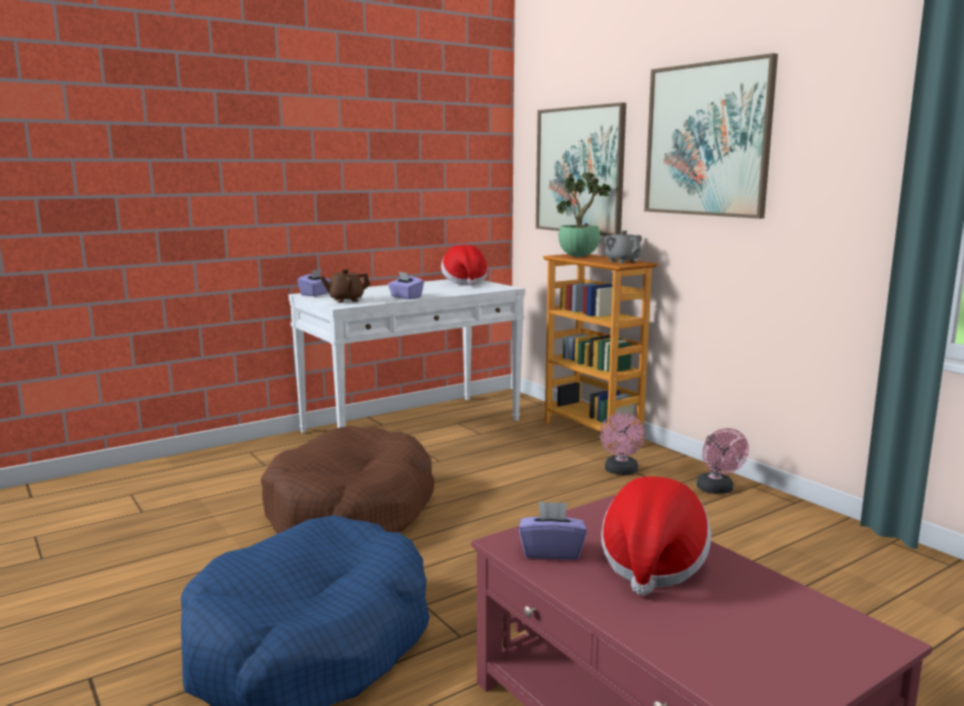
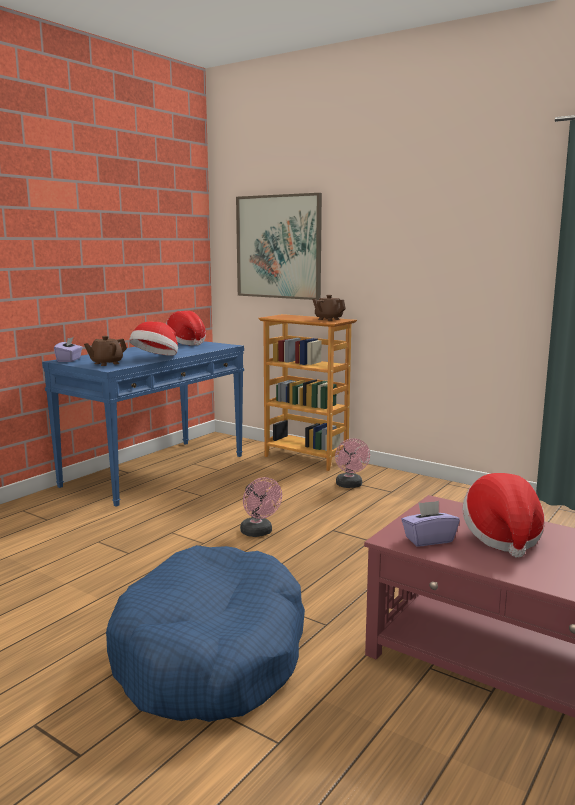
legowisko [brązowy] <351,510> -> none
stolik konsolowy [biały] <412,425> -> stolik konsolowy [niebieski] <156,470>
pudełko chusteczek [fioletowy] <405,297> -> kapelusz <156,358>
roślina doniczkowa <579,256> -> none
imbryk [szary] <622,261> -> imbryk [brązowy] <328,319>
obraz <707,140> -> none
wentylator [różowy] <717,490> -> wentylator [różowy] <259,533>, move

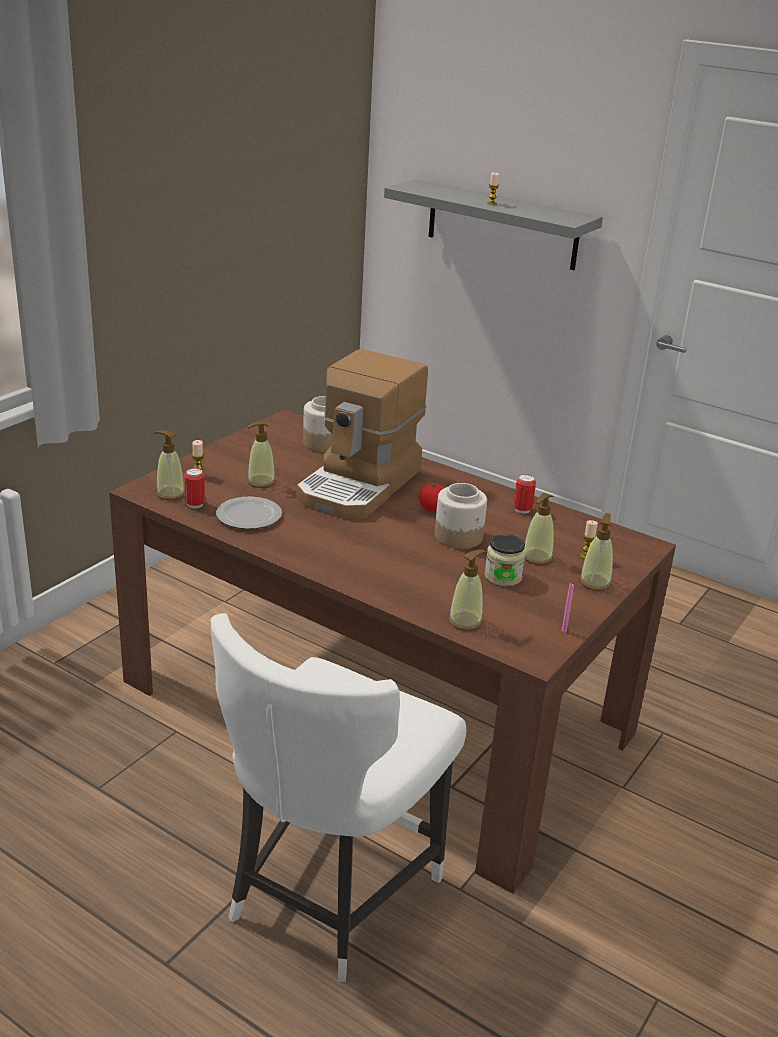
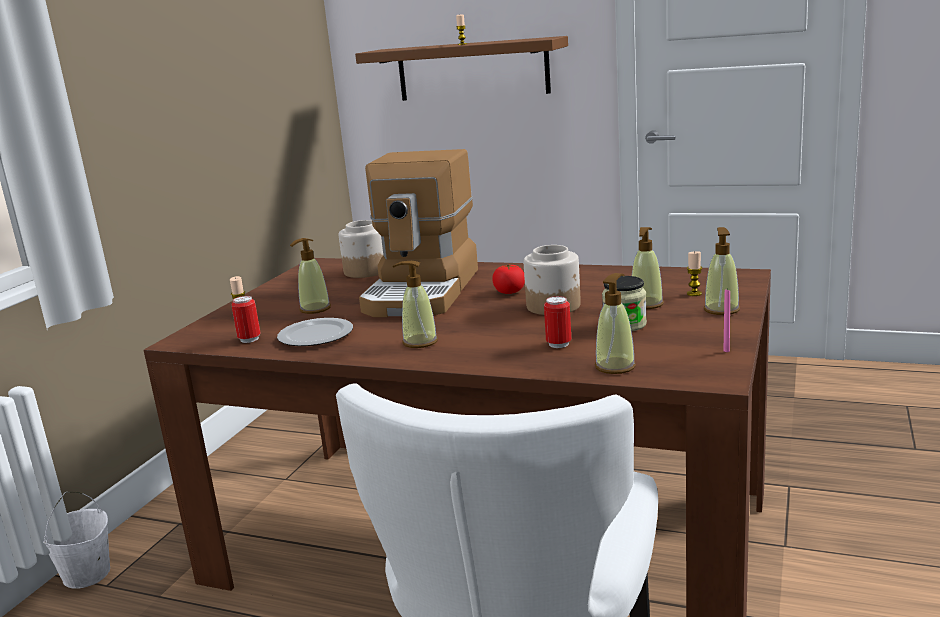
dozownik mydła <170,494> -> dozownik mydła <419,342>, move
półka [szary] <502,225> -> półka [brązowy] <472,70>
puszka <522,510> -> puszka <558,344>, move
none -> wiadro [biały] <87,575>

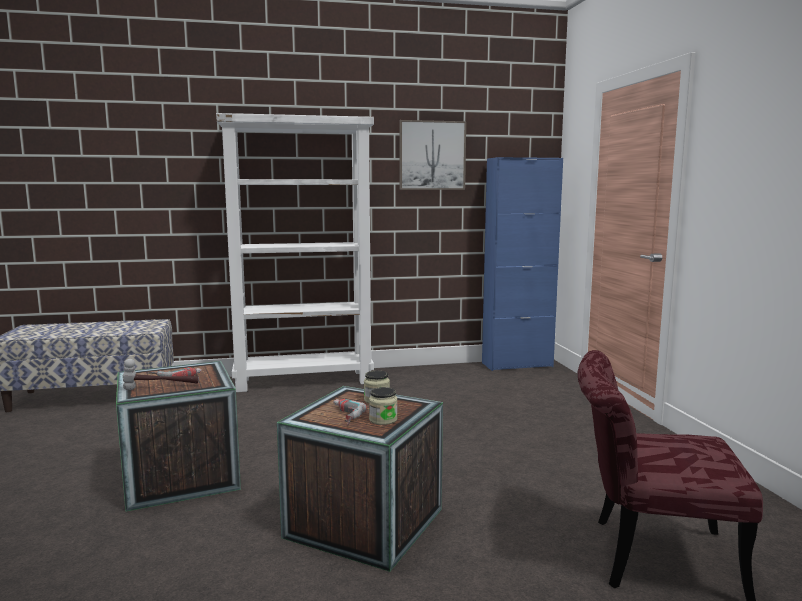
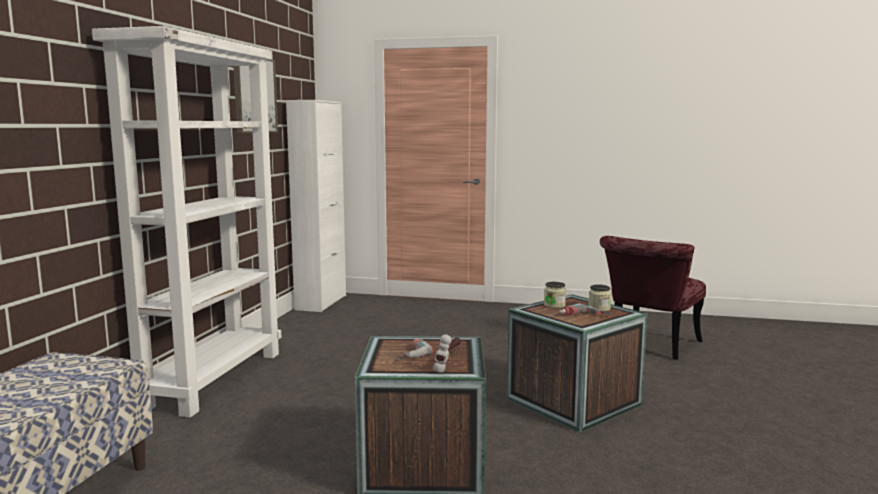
szafka [niebieski] <517,364> -> szafka [biały] <321,302>

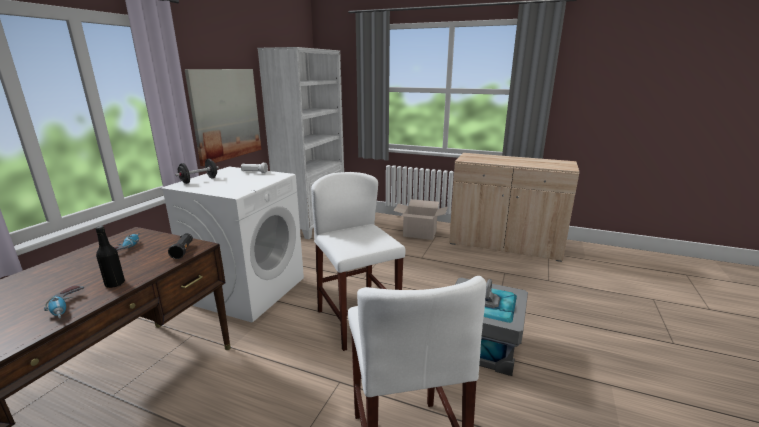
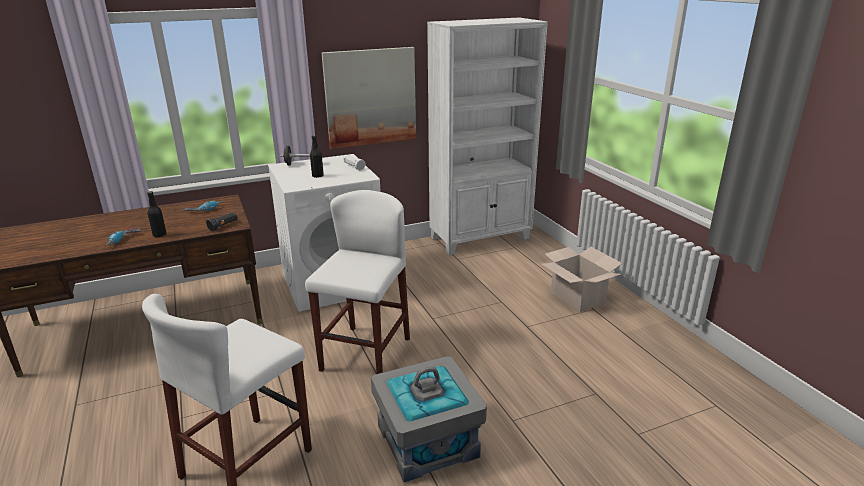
szafka [beżowy] <505,245> -> none
none -> butelka [czarny] <317,176>

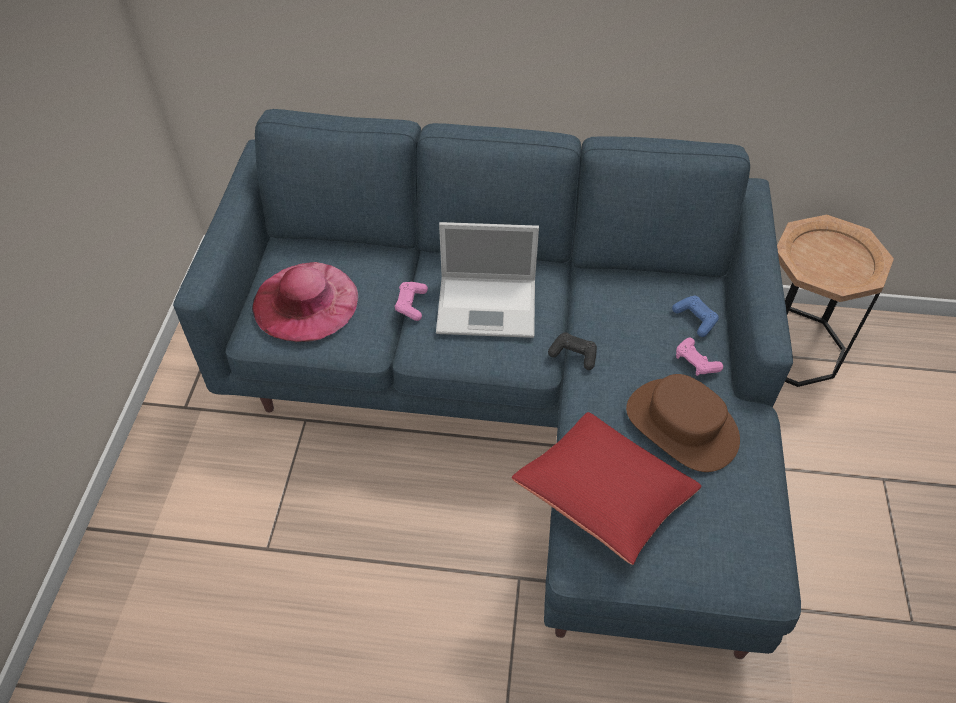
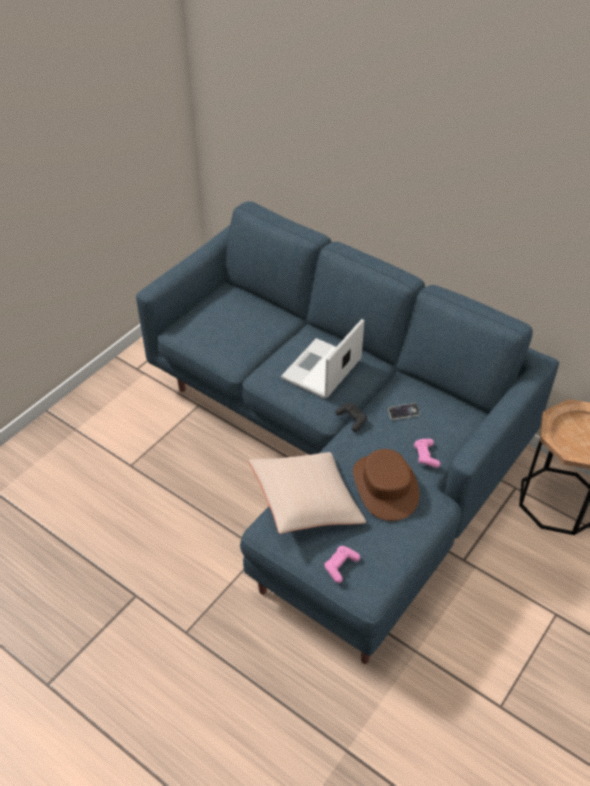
kapelusz [różowy] <305,301> -> none
pad do gier [różowy] <411,304> -> pad do gier [różowy] <340,566>, move
laptop <489,306> -> laptop <321,370>, 90 degrees clockwise
poduszka [czerwony] <604,496> -> poduszka [beżowy] <306,502>
pad do gier [niebieski] <695,319> -> none
none -> telefon <403,412>

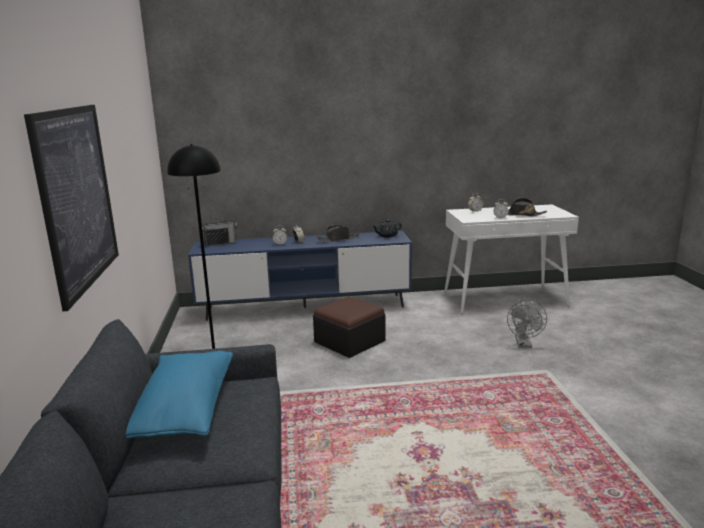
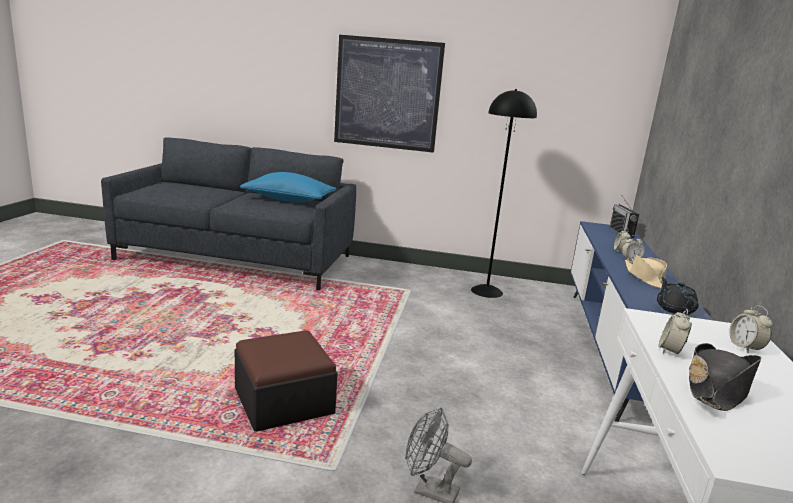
pufa <349,341> -> pufa <283,401>, move
kapelusz [czarny] <338,239> -> kapelusz [beżowy] <646,278>

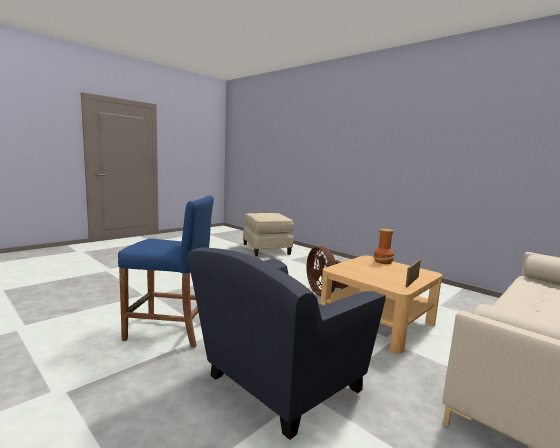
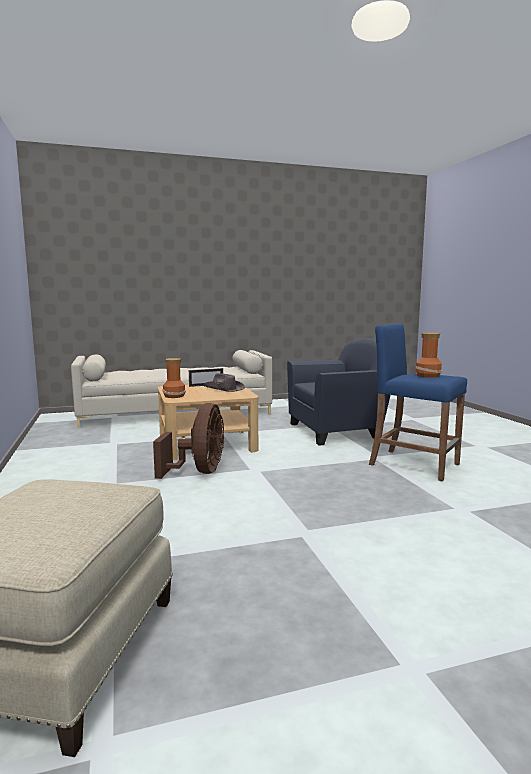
none -> kapelusz [brązowy] <223,389>
none -> wazon <427,375>

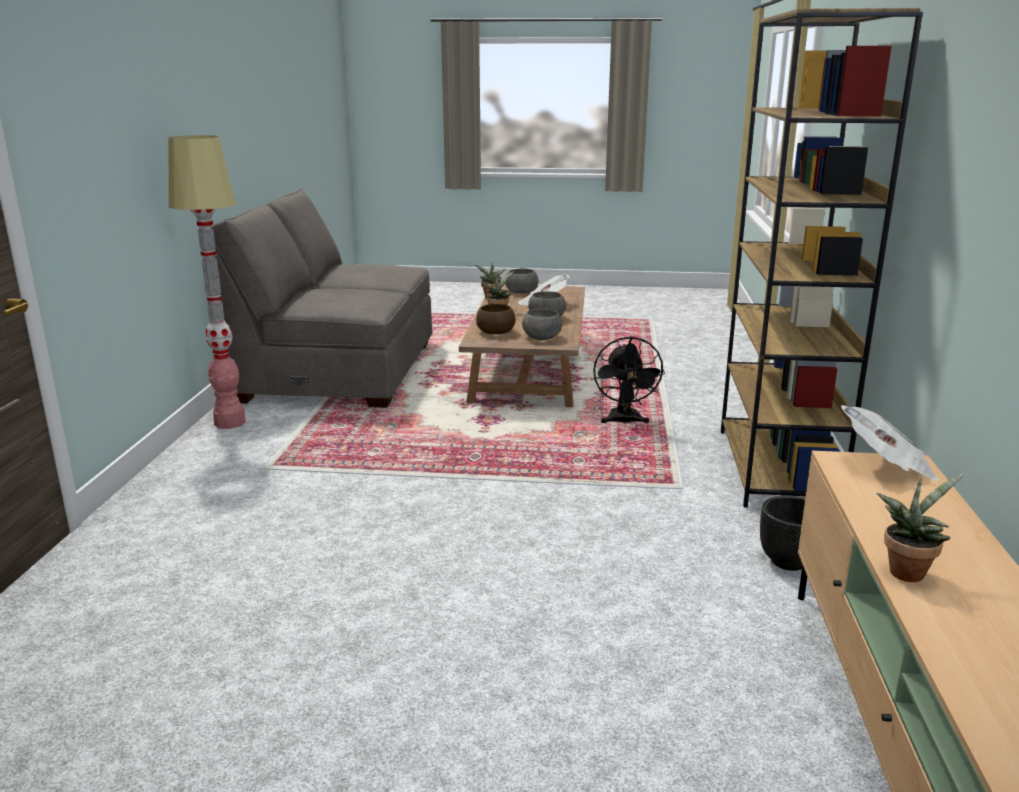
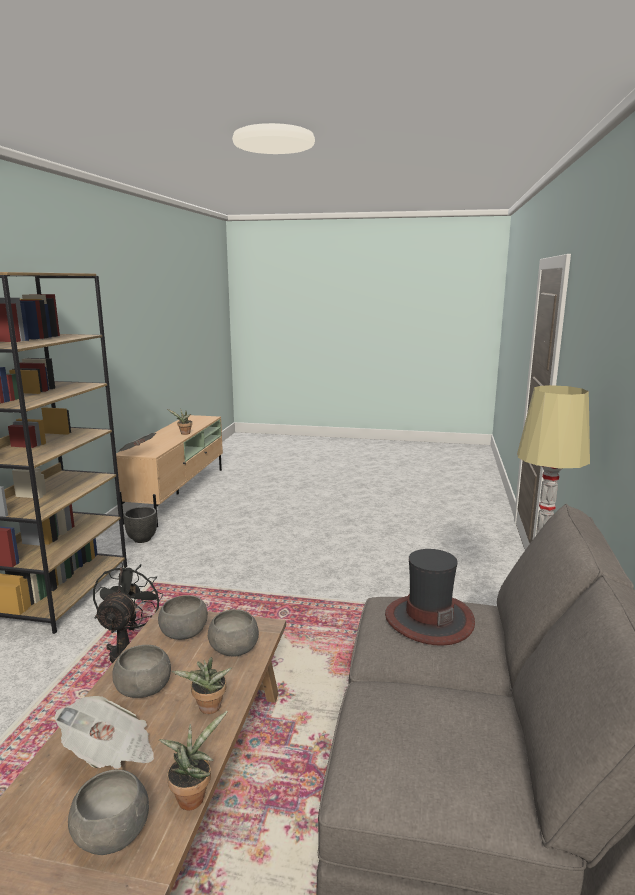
miska [brązowy] <495,332> -> miska [szary] <234,648>
none -> kapelusz <428,619>

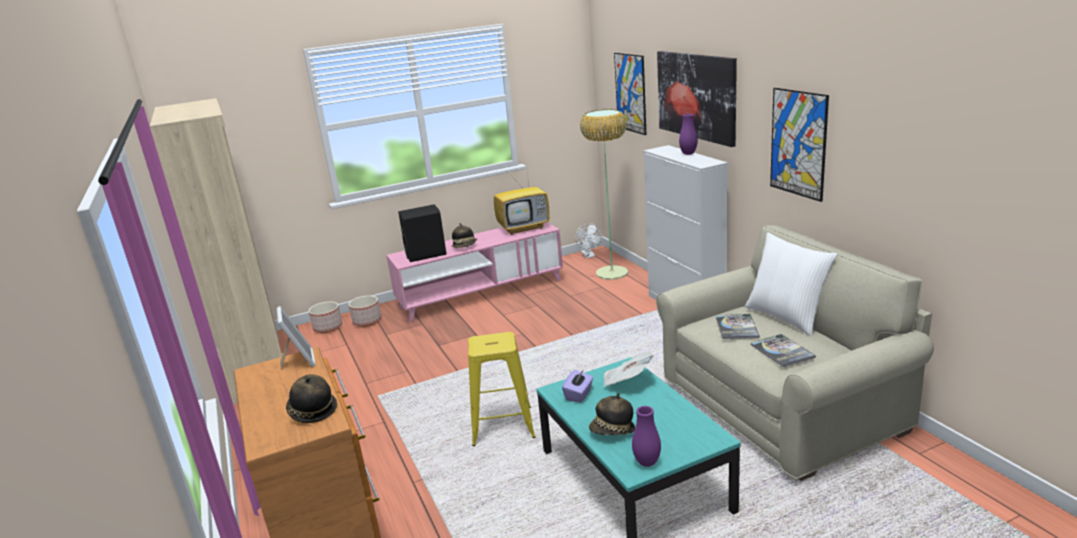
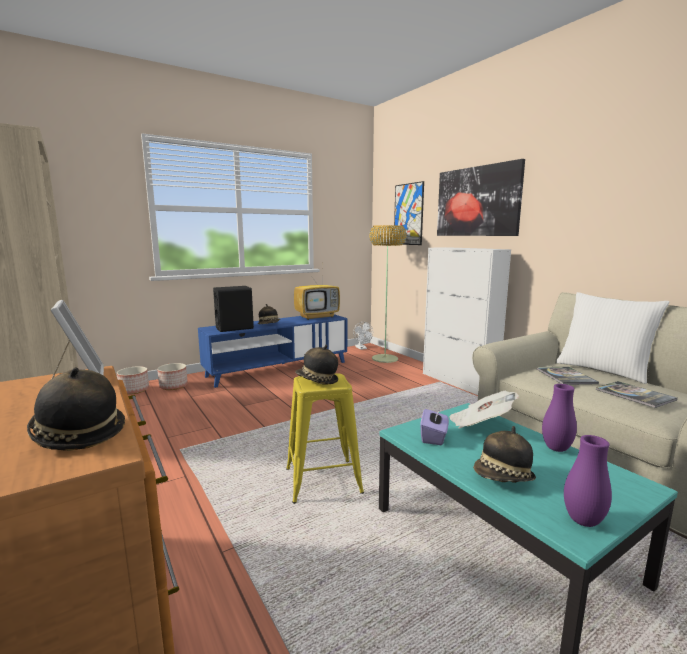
szafka pod telewizor [różowy] <481,293> -> szafka pod telewizor [niebieski] <278,369>
wazon [fioletowy] <688,154> -> wazon [fioletowy] <556,448>, move
obraz <798,143> -> none
none -> kapelusz <317,381>

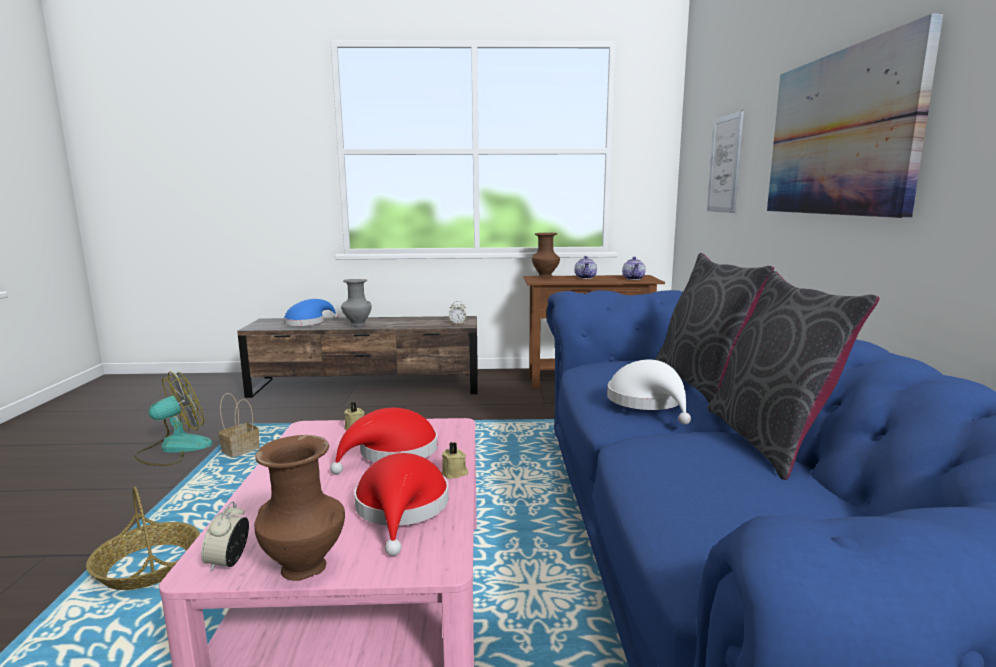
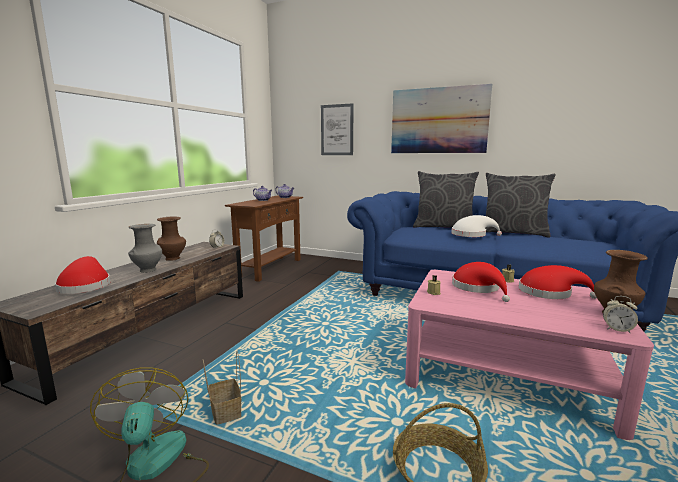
kapelusz [niebieski] <307,323> -> kapelusz [czerwony] <85,286>
wazon [brązowy] <546,276> -> wazon [brązowy] <173,258>, move

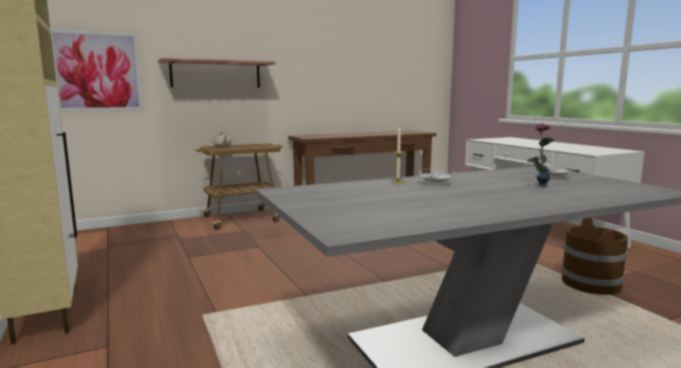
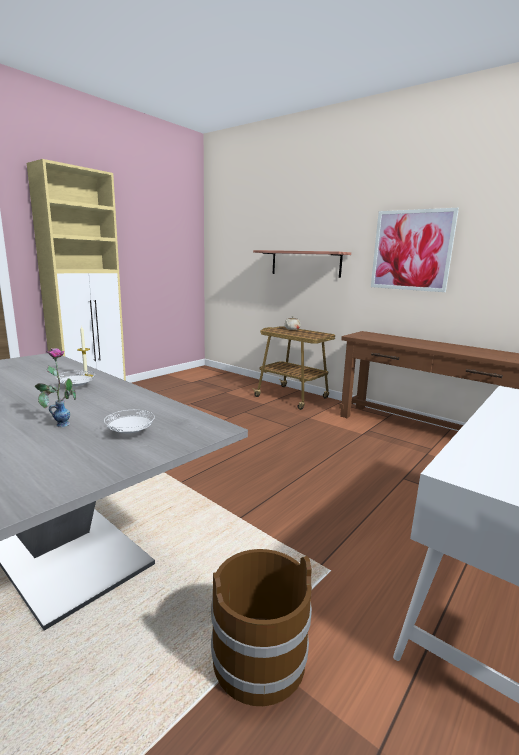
obraz <97,71> -> obraz <411,250>, move

